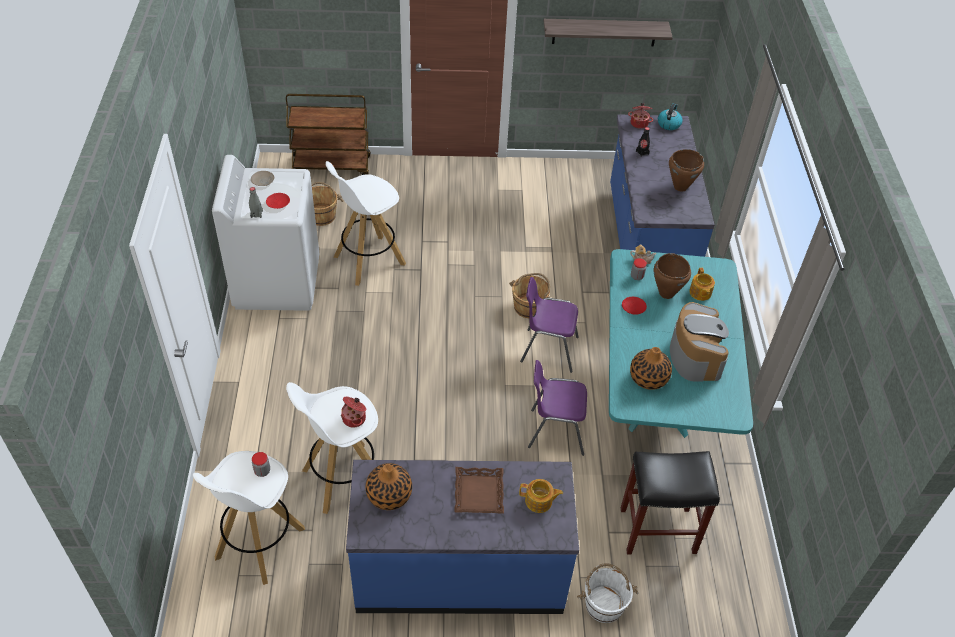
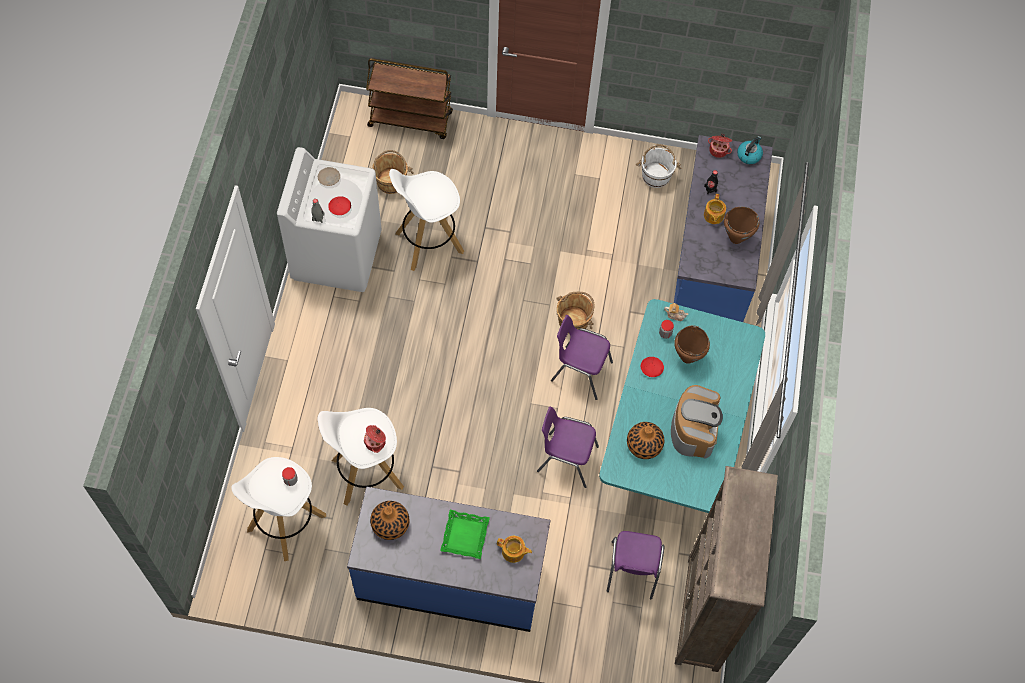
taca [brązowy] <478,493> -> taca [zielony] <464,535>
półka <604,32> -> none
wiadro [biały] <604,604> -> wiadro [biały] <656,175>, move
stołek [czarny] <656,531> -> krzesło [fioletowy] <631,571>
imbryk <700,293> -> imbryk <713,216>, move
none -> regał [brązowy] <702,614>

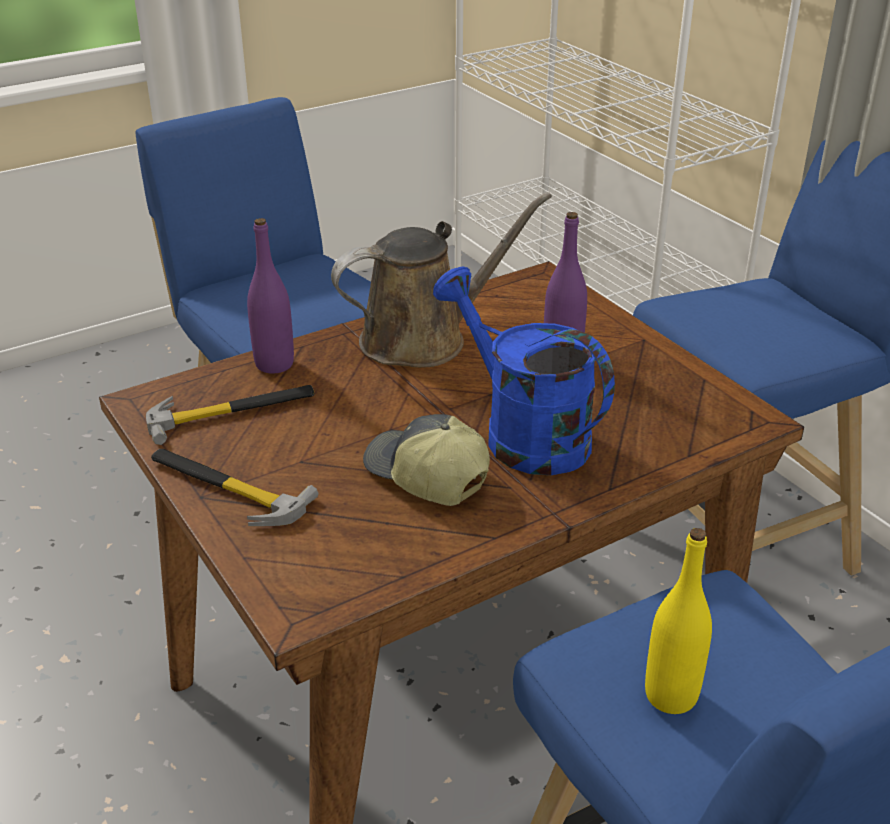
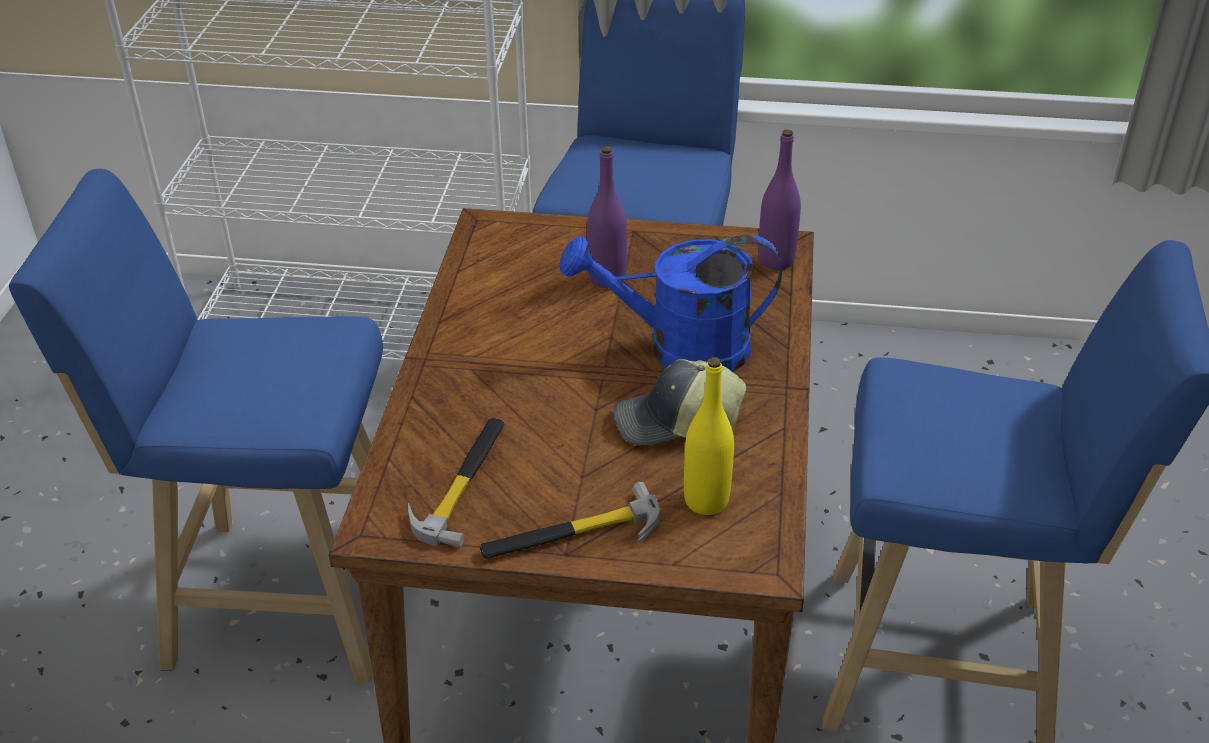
butelka [fioletowy] <274,364> -> butelka [fioletowy] <776,260>, move
konewka [brązowy] <423,339> -> none
butelka [żółty] <671,695> -> butelka [żółty] <706,501>, move

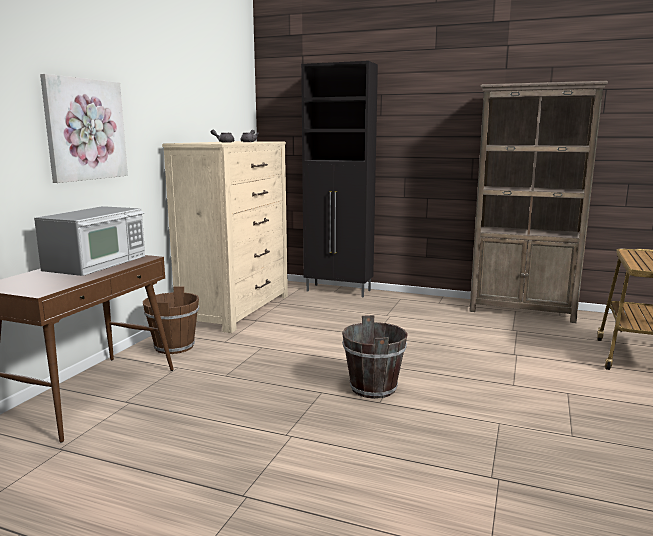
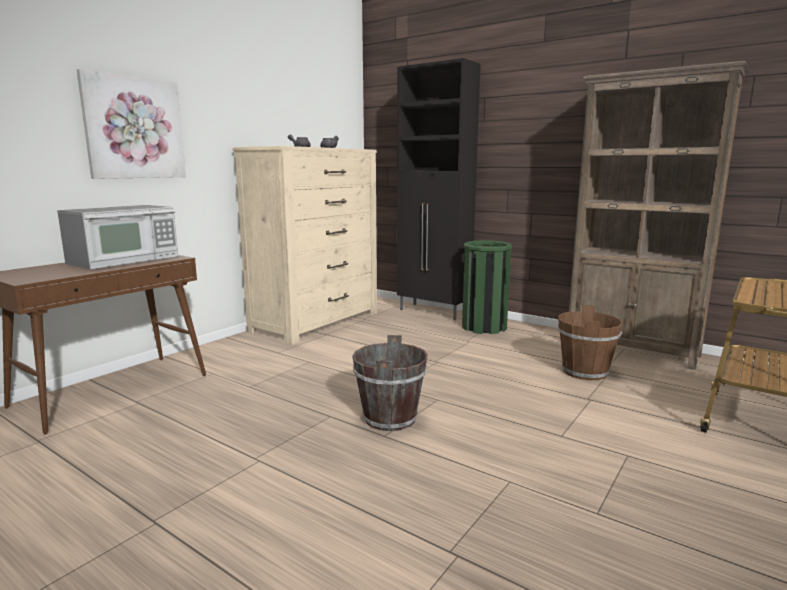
wiadro [brązowy] <174,346> -> wiadro [brązowy] <584,372>, move
none -> kosz na śmieci [zielony] <484,327>

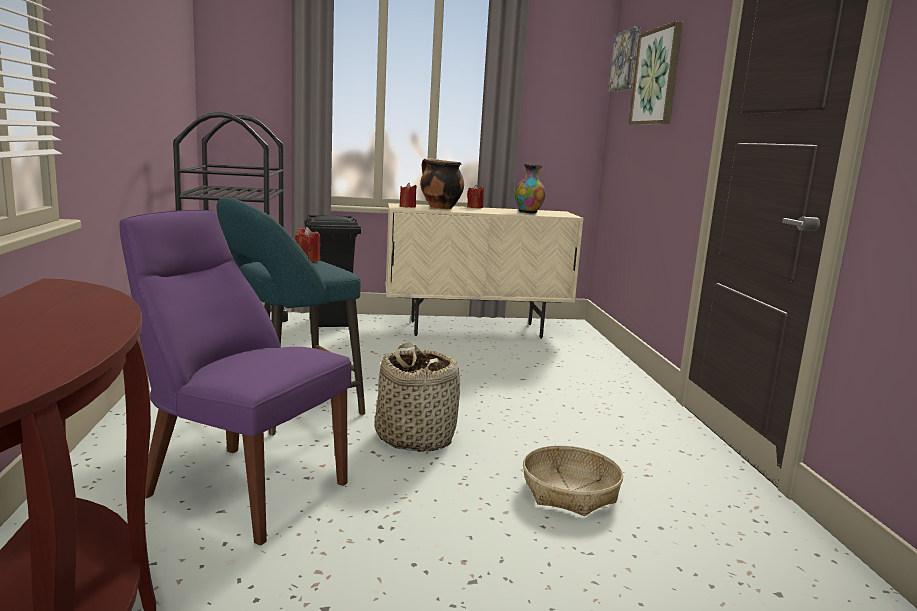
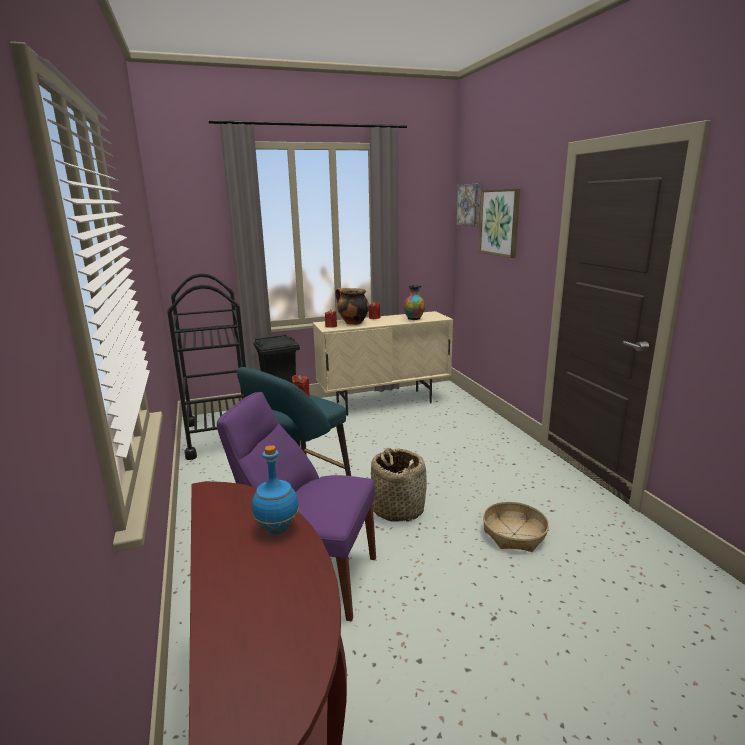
none -> butelka [niebieski] <278,529>

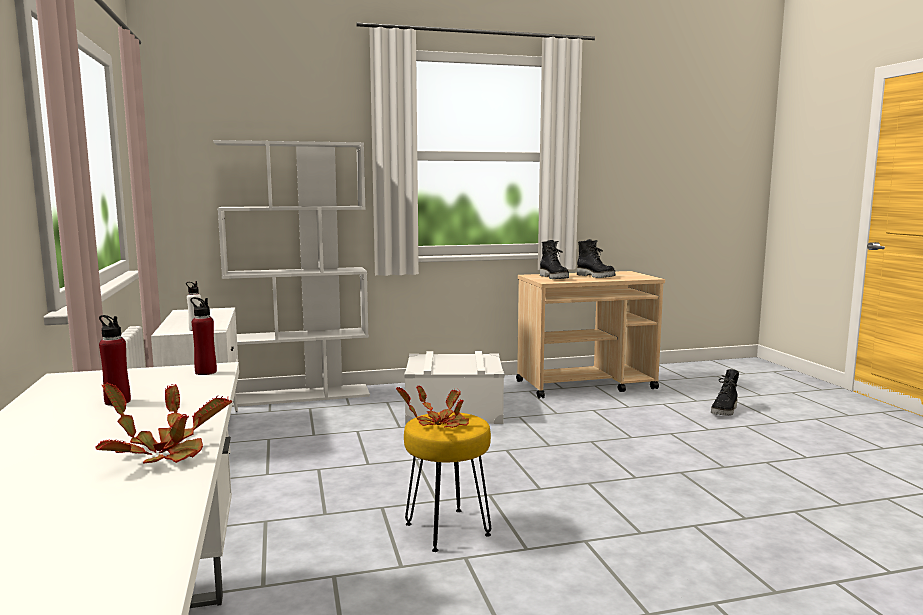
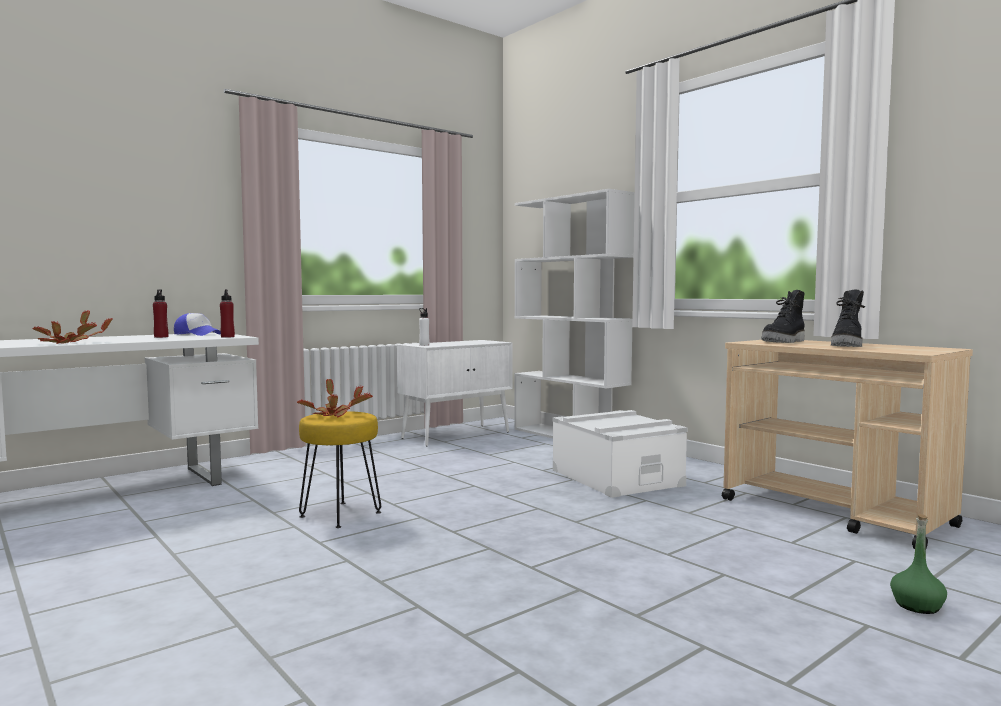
but z cholewką [czarny] <725,411> -> butelka [zielony] <917,606>
none -> czapka z daszkiem <198,334>

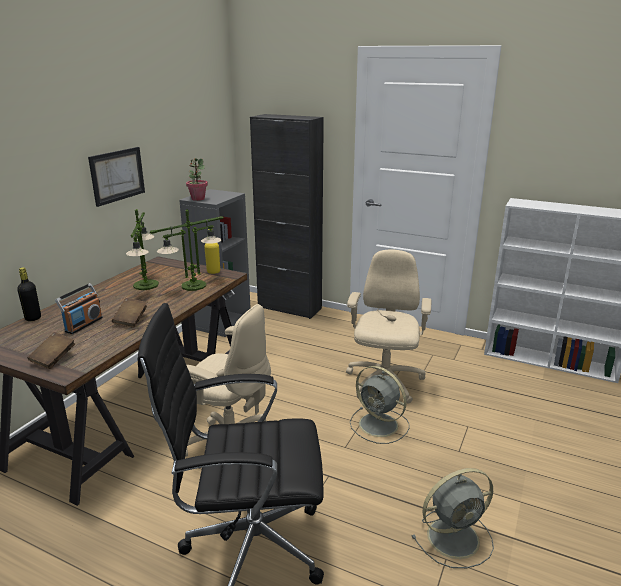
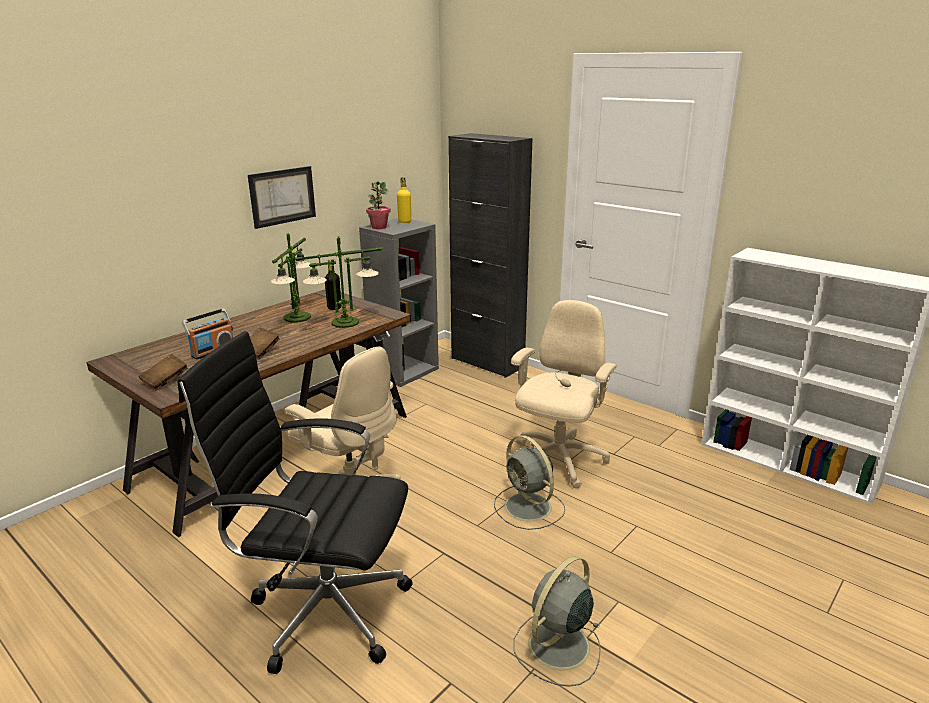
butelka [czarny] <33,318> -> butelka [czarny] <334,308>, move
butelka [żółty] <213,272> -> butelka [żółty] <404,222>, move
wentylator [szary] <455,537> -> wentylator [szary] <557,647>, 135 degrees clockwise

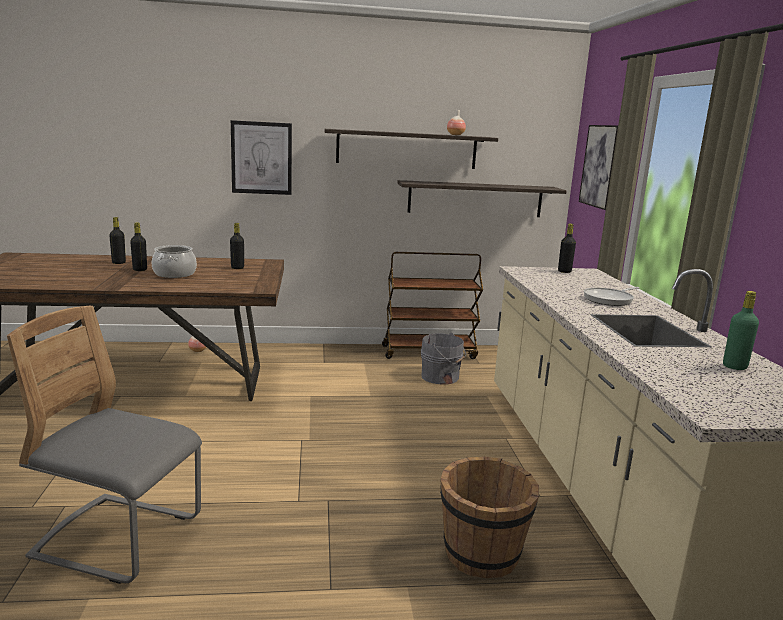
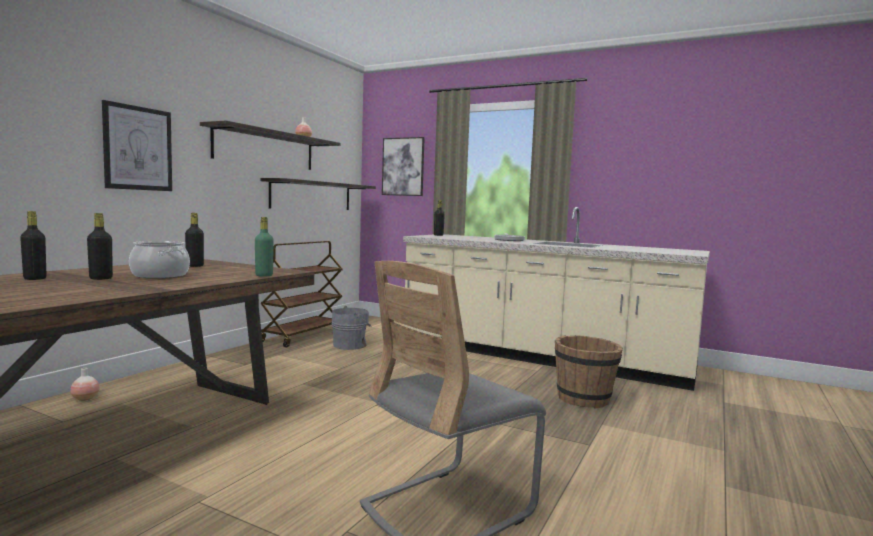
butelka [zielony] <734,366> -> butelka [zielony] <264,275>, move

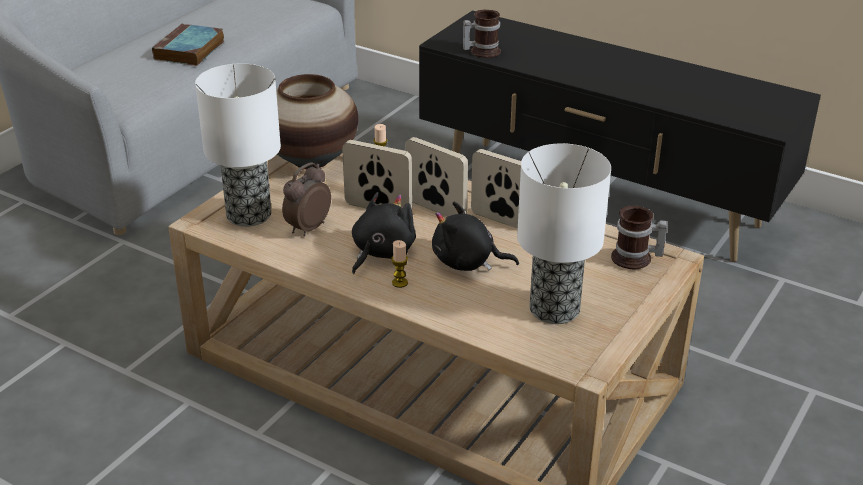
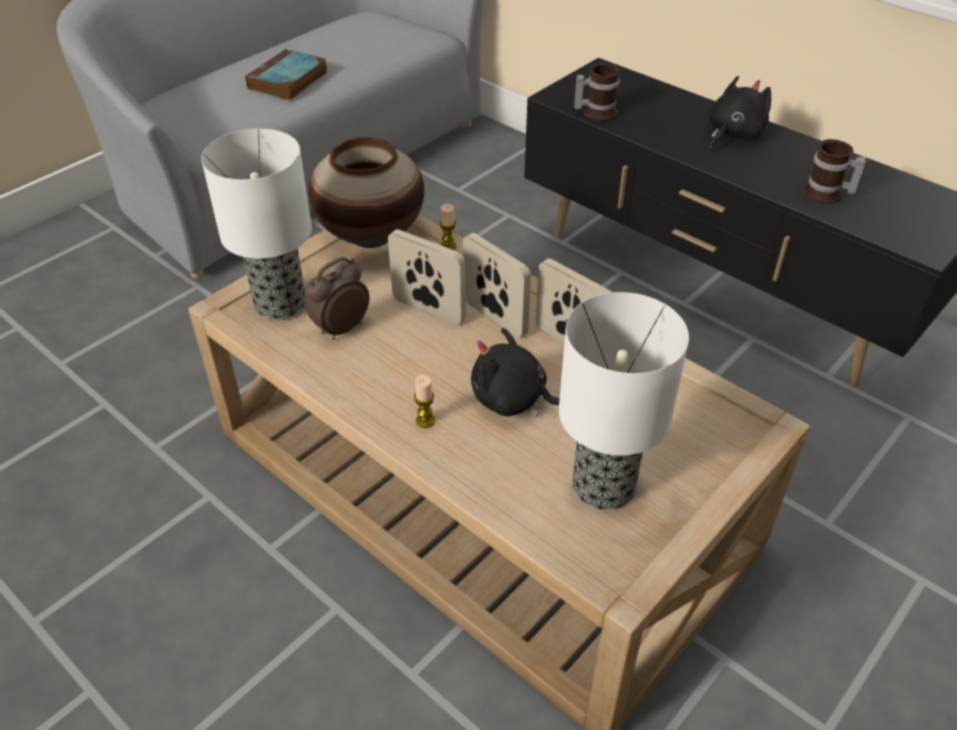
pluszak [czarny] <381,253> -> pluszak [czarny] <732,134>, move
kubek <635,259> -> kubek <826,195>, move

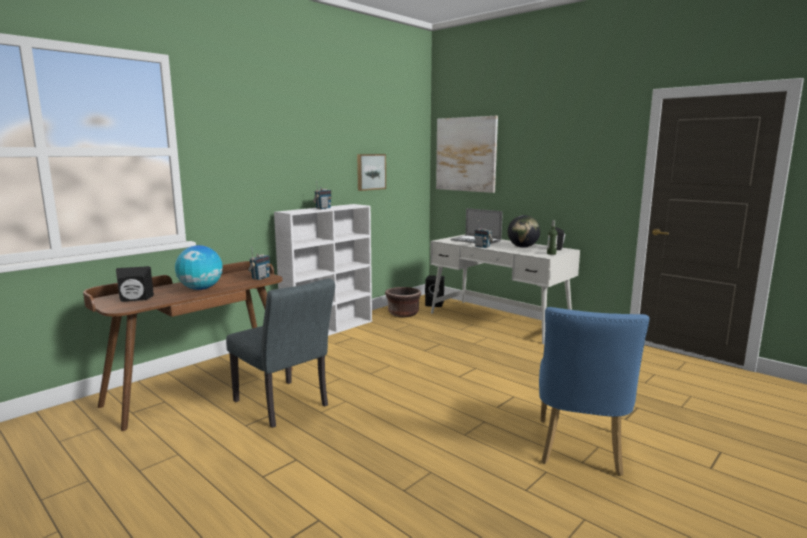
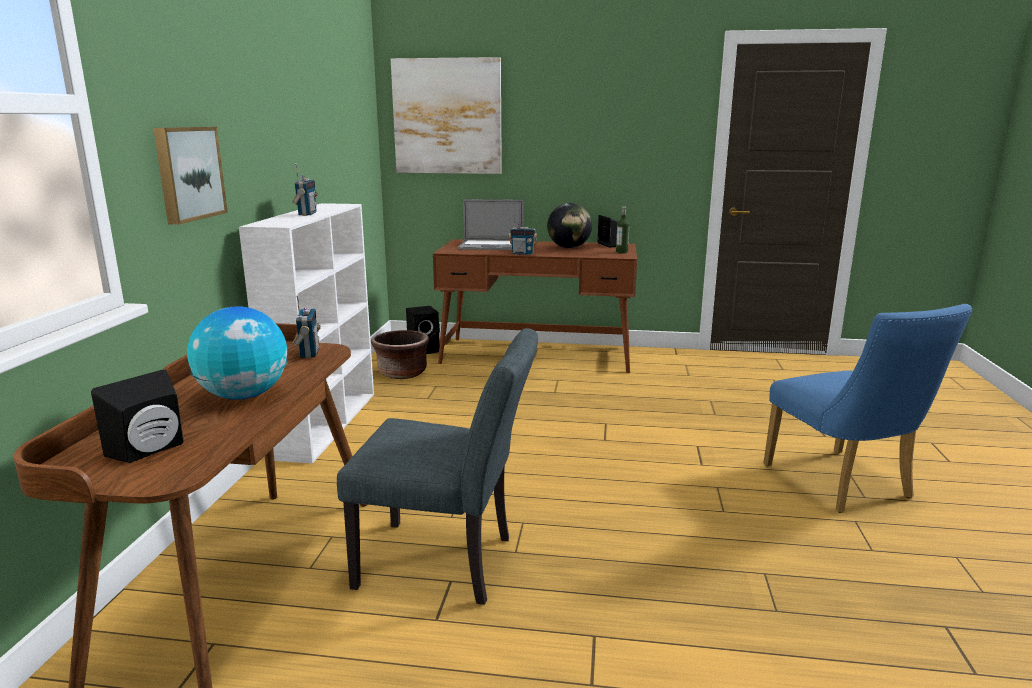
obraz <370,172> -> obraz <188,173>, move
biurko [biały] <498,320> -> biurko [brązowy] <537,355>

